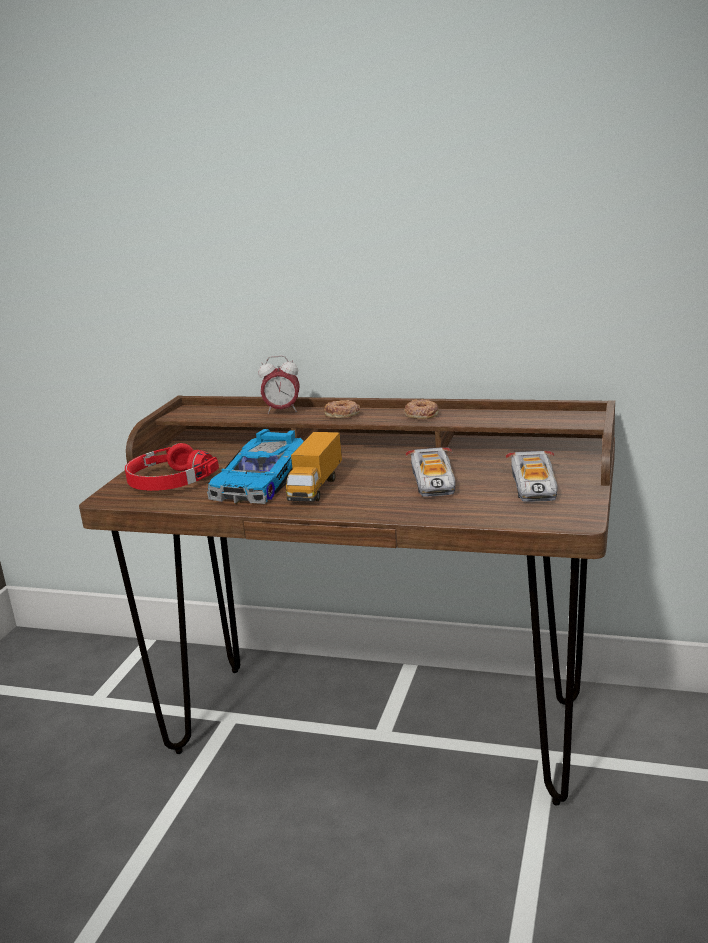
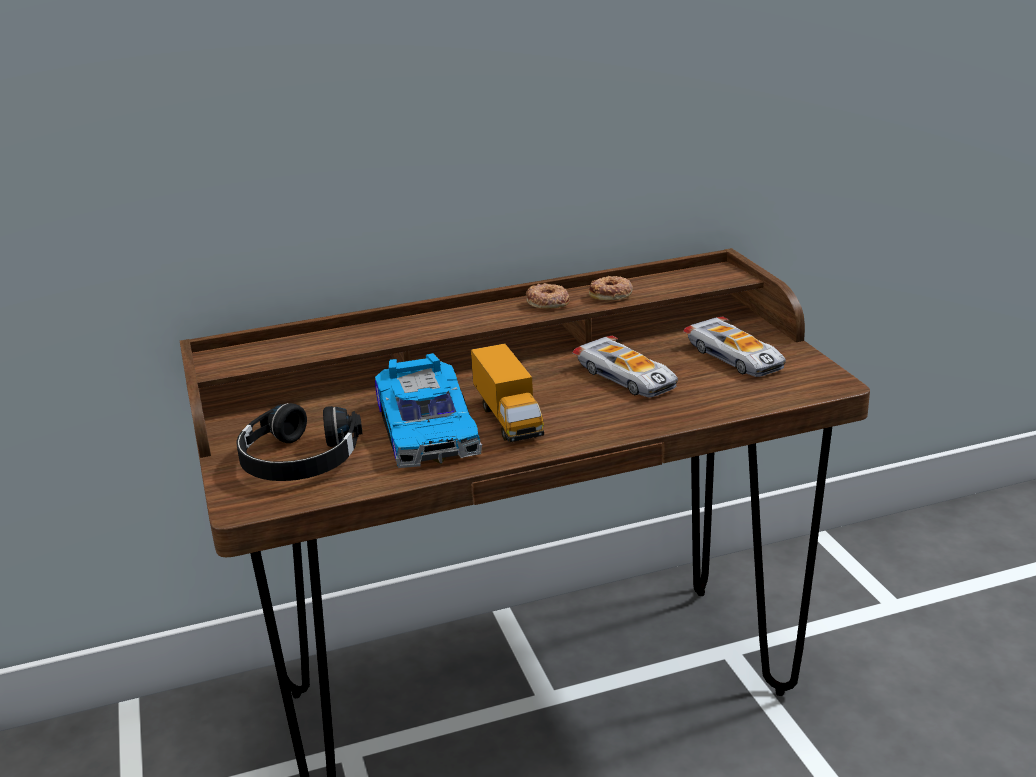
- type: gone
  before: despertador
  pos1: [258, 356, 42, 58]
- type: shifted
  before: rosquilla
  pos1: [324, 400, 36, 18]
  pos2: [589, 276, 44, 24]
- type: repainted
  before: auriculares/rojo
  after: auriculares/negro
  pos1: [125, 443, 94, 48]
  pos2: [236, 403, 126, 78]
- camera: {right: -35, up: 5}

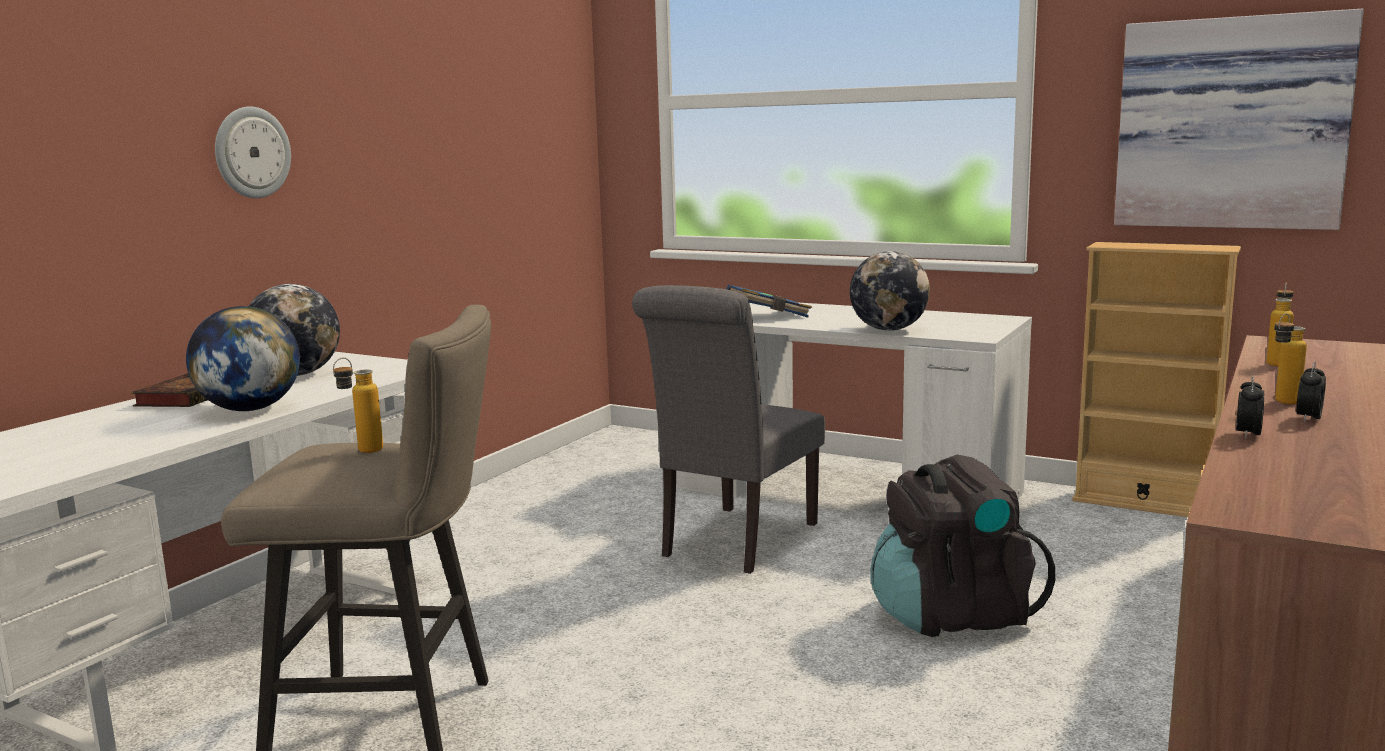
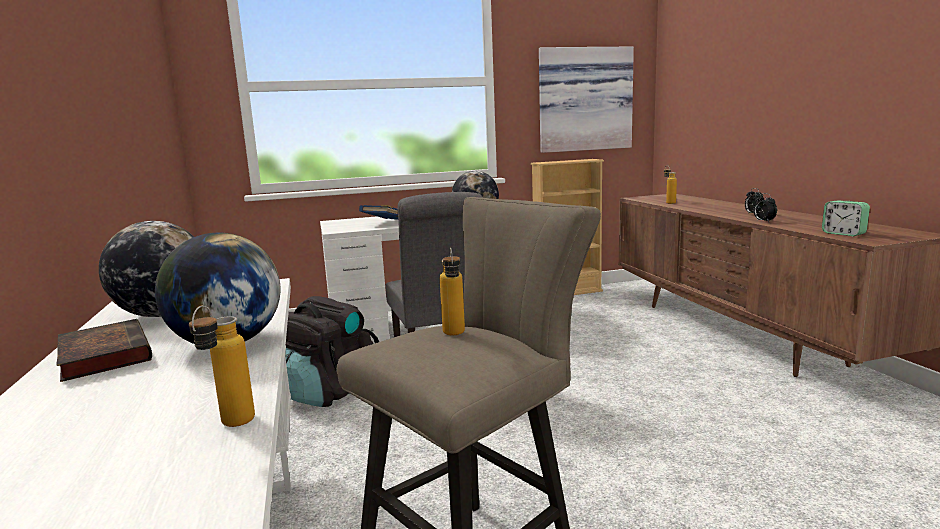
- type: gone
  before: reloj de pared
  pos1: [215, 106, 76, 92]
- type: shifted
  before: botella
  pos1: [1274, 313, 33, 91]
  pos2: [189, 305, 66, 122]
- type: shifted
  before: mochila/negro
  pos1: [871, 454, 184, 183]
  pos2: [285, 296, 94, 111]
- type: new
  after: despertador
  pos2: [822, 200, 48, 36]
- camera: {right: -45, up: 0}

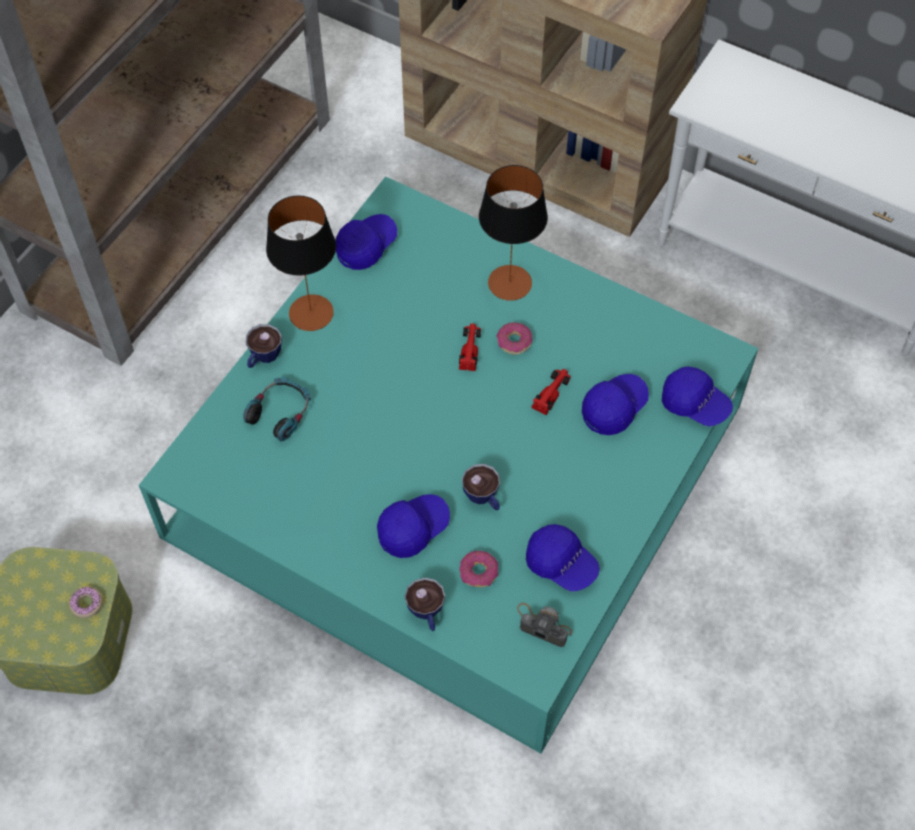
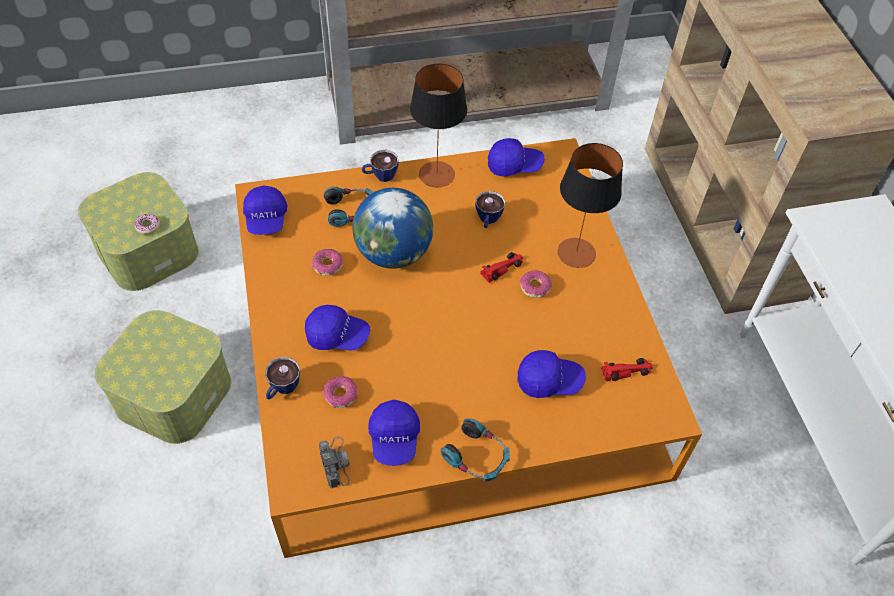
- type: repainted
  before: mesa de centro/turquesa
  after: mesa de centro/naranja
  pos1: [139, 176, 619, 578]
  pos2: [235, 138, 467, 420]
- type: shifted
  before: gorra/azul
  pos1: [662, 366, 71, 60]
  pos2: [243, 185, 44, 50]
- type: shifted
  before: coche de juguete/rojo
  pos1: [531, 369, 40, 46]
  pos2: [601, 358, 52, 23]
- type: shifted
  before: taza
  pos1: [462, 464, 38, 46]
  pos2: [475, 191, 30, 37]
- type: new
  after: globo terráqueo
  pos2: [352, 188, 81, 81]
- type: new
  after: rosquilla
  pos2: [312, 249, 31, 27]
- type: new
  after: caja de almacenaje
  pos2: [95, 310, 136, 134]
- type: new
  after: auriculares
  pos2: [441, 418, 69, 64]
- camera: {right: 45, up: -5}

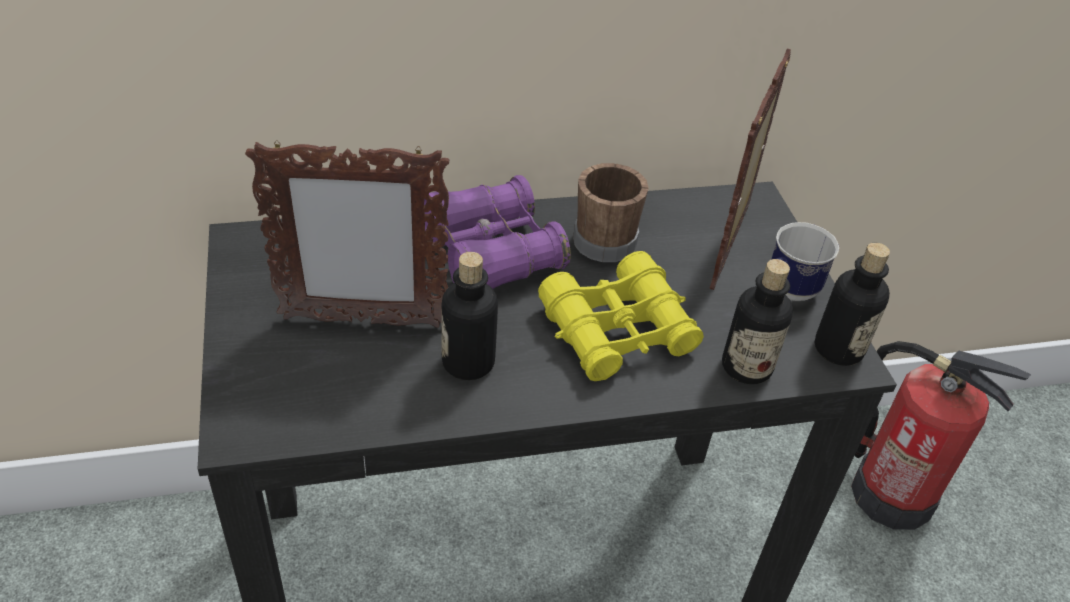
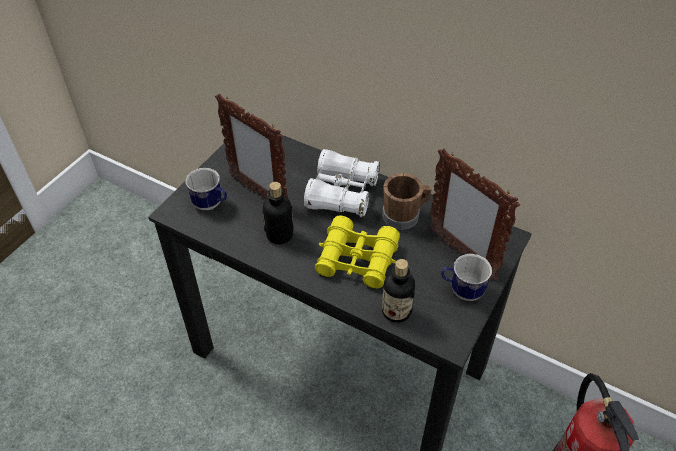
- type: rotated
  before: portarretratos
  pos1: [710, 49, 81, 241]
  pos2: [429, 148, 91, 132]
  turn: -105
- type: repainted
  before: prismáticos/morado
  after: prismáticos/blanco
  pos1: [424, 175, 147, 114]
  pos2: [304, 149, 76, 68]
- type: gone
  before: botella
  pos1: [815, 243, 75, 123]
- type: new
  after: taza grande
  pos2: [186, 168, 41, 42]
- camera: {right: 45, up: 5}

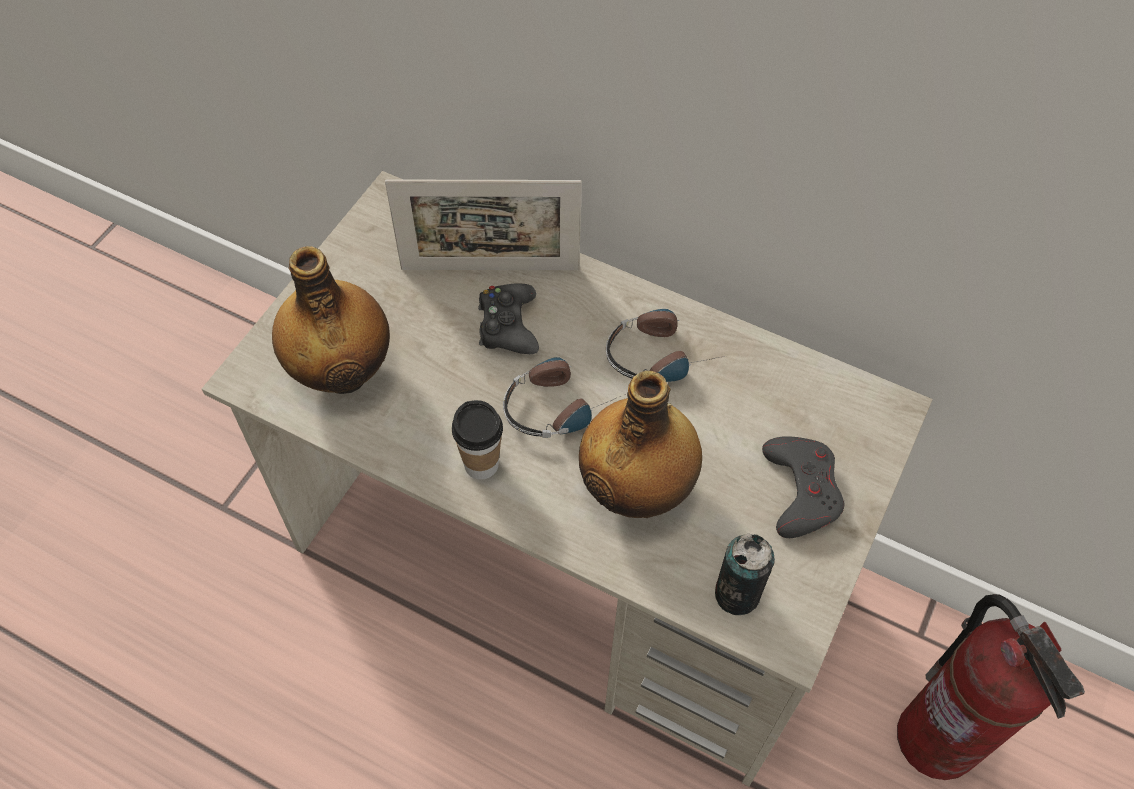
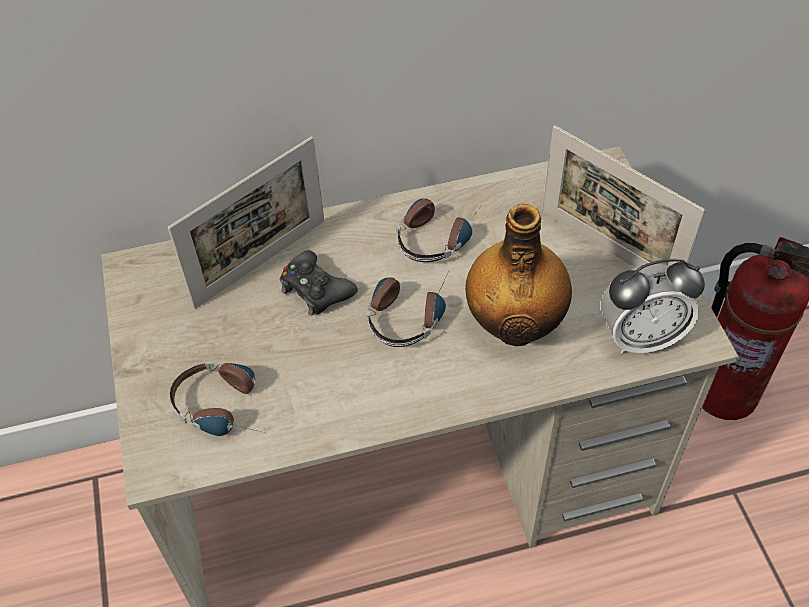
- type: swapped
  before: botella
  after: auriculares
  pos1: [272, 246, 118, 148]
  pos2: [170, 361, 94, 75]
- type: gone
  before: taza
  pos1: [452, 400, 51, 80]
- type: swapped
  before: mando de consola/gris
  after: portarretratos
  pos1: [762, 436, 83, 102]
  pos2: [542, 125, 164, 143]
- type: swapped
  before: lata
  after: despertador
  pos1: [715, 534, 60, 81]
  pos2: [601, 259, 104, 95]
- camera: {right: -40, up: -5}

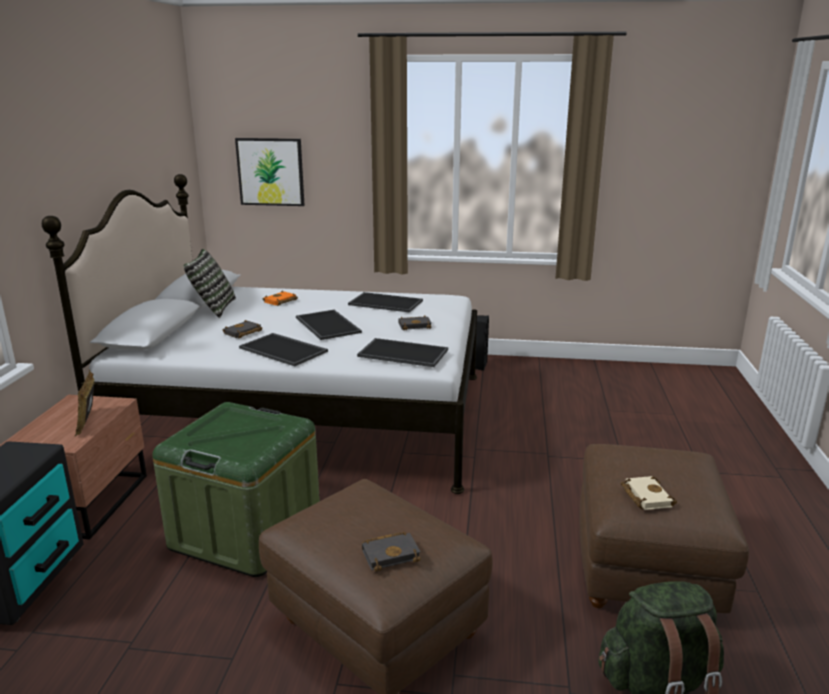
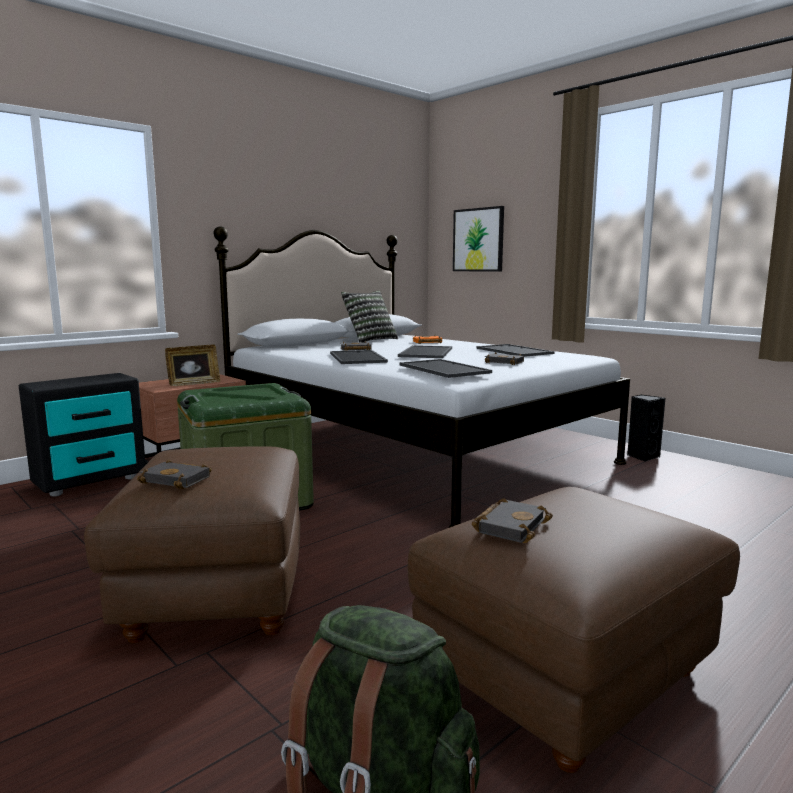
- type: rotated
  before: portarretratos
  pos1: [74, 369, 20, 68]
  pos2: [165, 345, 56, 41]
  turn: -150
- type: repainted
  before: libro/beis
  after: libro/negro
  pos1: [621, 476, 56, 34]
  pos2: [472, 498, 81, 45]
- camera: {right: 40, up: -10}

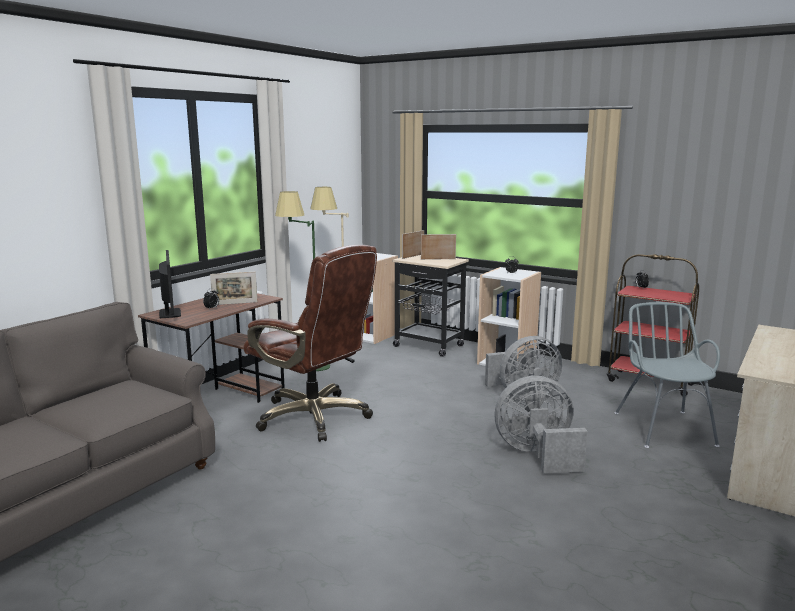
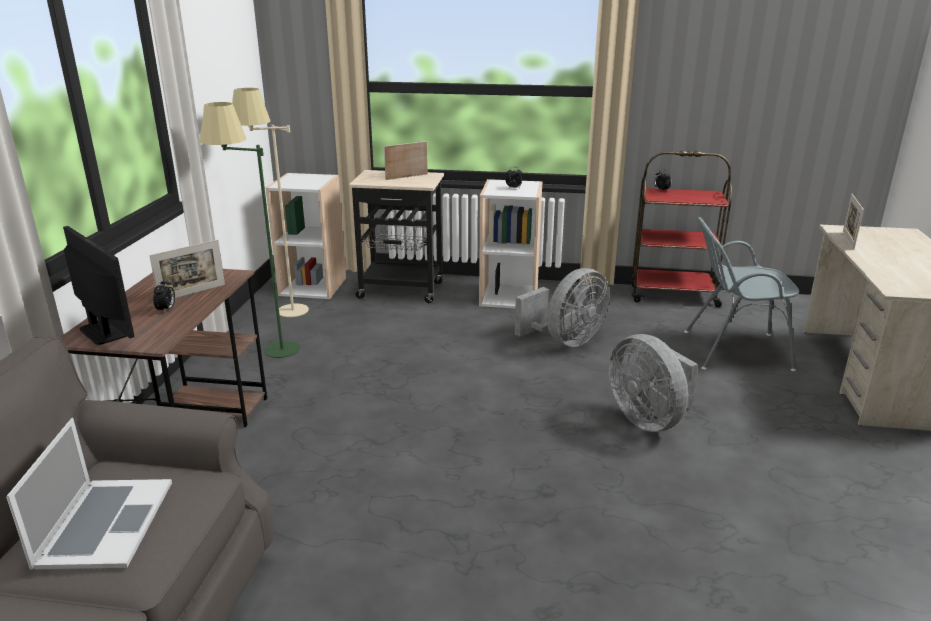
- type: shifted
  before: portarretratos
  pos1: [402, 230, 22, 29]
  pos2: [843, 194, 21, 55]
- type: gone
  before: silla de oficina/marrón
  pos1: [244, 245, 133, 197]
- type: rotated
  before: silla/gris
  pos1: [615, 302, 105, 146]
  pos2: [684, 217, 115, 154]
  turn: -60
- type: rotated
  before: ventilador/gris
  pos1: [494, 376, 94, 97]
  pos2: [609, 334, 89, 98]
  turn: -90
- type: new
  after: portátil
  pos2: [6, 418, 166, 151]
- camera: {right: -25, up: 10}

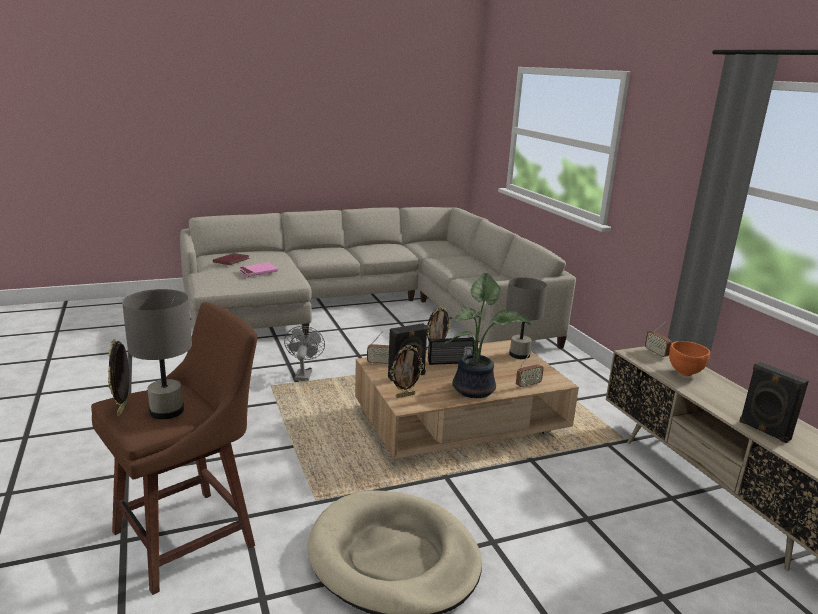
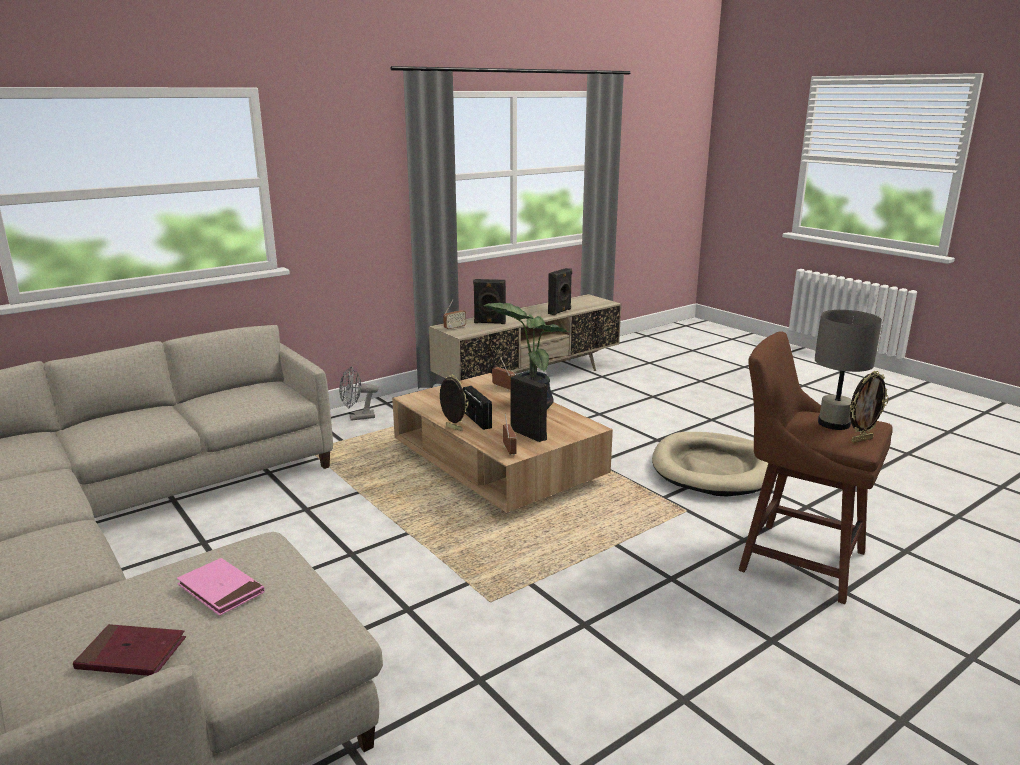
- type: gone
  before: lámpara de mesa/gris
  pos1: [506, 277, 41, 82]
- type: shifted
  before: ventilador/gris
  pos1: [284, 326, 41, 55]
  pos2: [339, 366, 39, 55]
- type: swapped
  before: cuenco/naranja
  after: altavoz/negro
  pos1: [669, 341, 41, 35]
  pos2: [473, 279, 33, 45]
- type: gone
  before: portarretratos
  pos1: [390, 345, 34, 53]
- camera: {right: -105, up: 0}

